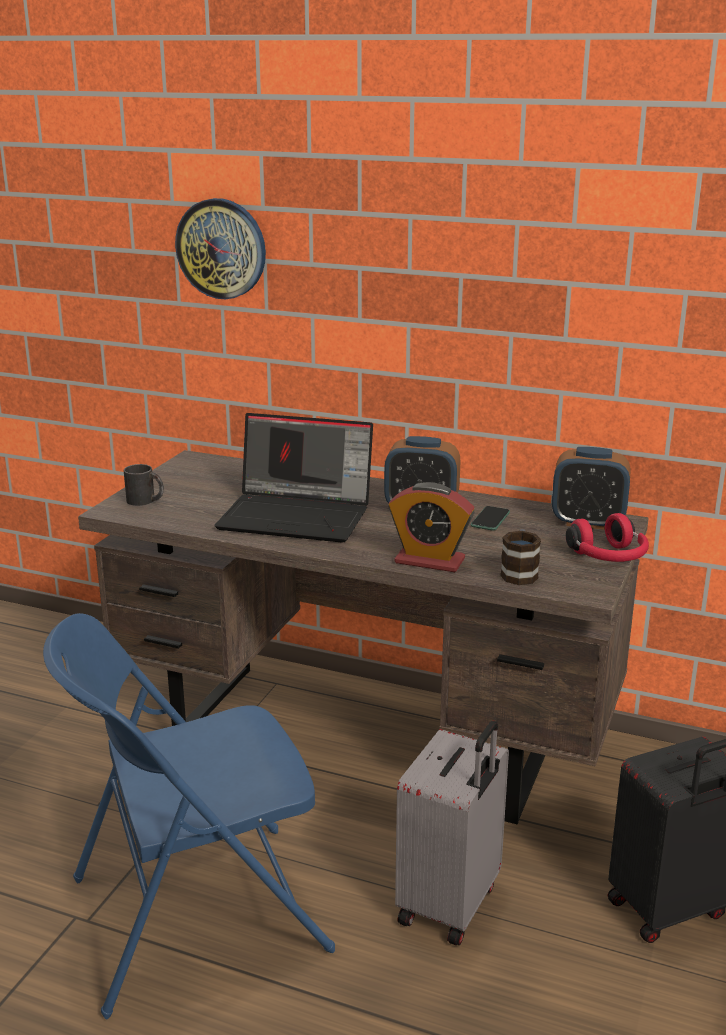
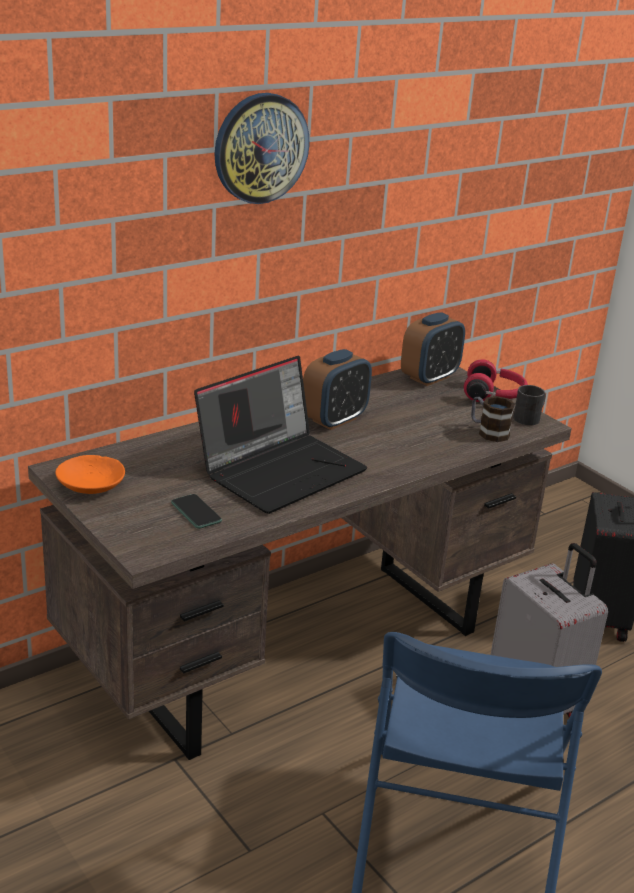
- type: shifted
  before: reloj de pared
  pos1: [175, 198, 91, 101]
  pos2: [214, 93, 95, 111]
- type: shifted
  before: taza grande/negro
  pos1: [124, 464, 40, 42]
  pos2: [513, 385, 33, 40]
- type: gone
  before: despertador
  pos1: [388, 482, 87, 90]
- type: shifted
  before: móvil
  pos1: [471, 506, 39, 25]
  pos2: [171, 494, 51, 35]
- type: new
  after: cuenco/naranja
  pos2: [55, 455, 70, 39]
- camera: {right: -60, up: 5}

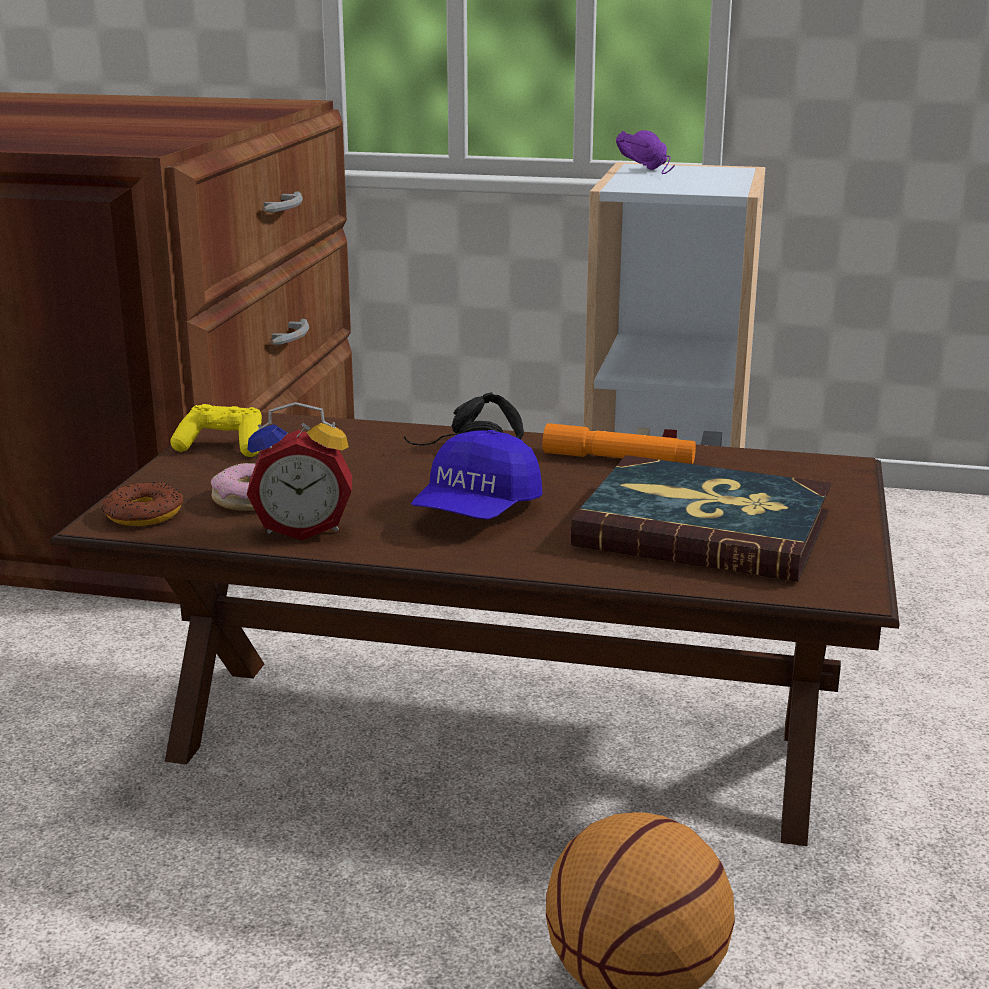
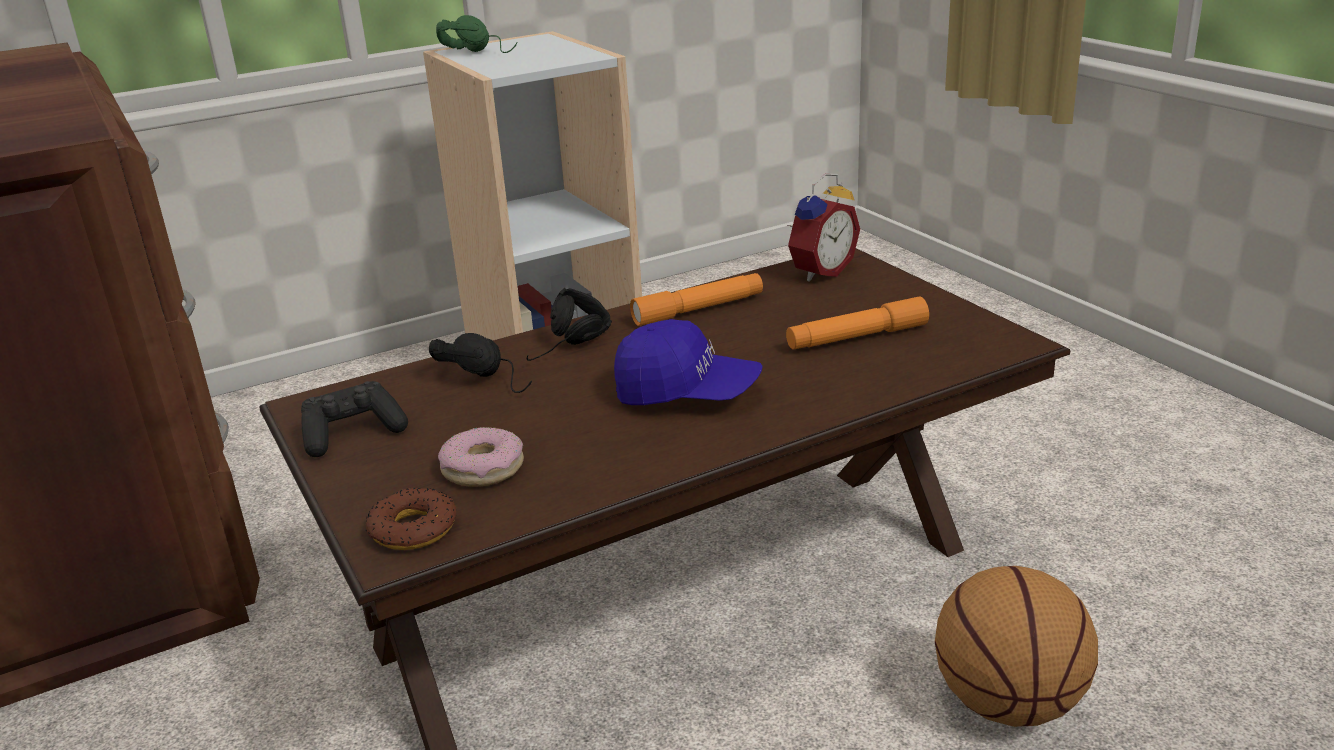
- type: repainted
  before: auriculares/morado
  after: auriculares/verde
  pos1: [616, 130, 59, 44]
  pos2: [436, 15, 82, 38]
- type: shifted
  before: despertador
  pos1: [247, 402, 105, 138]
  pos2: [788, 173, 72, 108]
- type: repainted
  before: mando de consola/amarillo
  after: mando de consola/negro
  pos1: [171, 404, 91, 53]
  pos2: [301, 381, 107, 76]
- type: rotated
  before: gorra/azul
  pos1: [411, 430, 131, 90]
  pos2: [614, 319, 149, 86]
  turn: -60
- type: swapped
  before: libro
  after: linterna/naranja
  pos1: [571, 455, 260, 127]
  pos2: [786, 296, 143, 54]
- type: new
  after: auriculares/negro
  pos2: [429, 333, 103, 60]
- camera: {right: -40, up: 5}

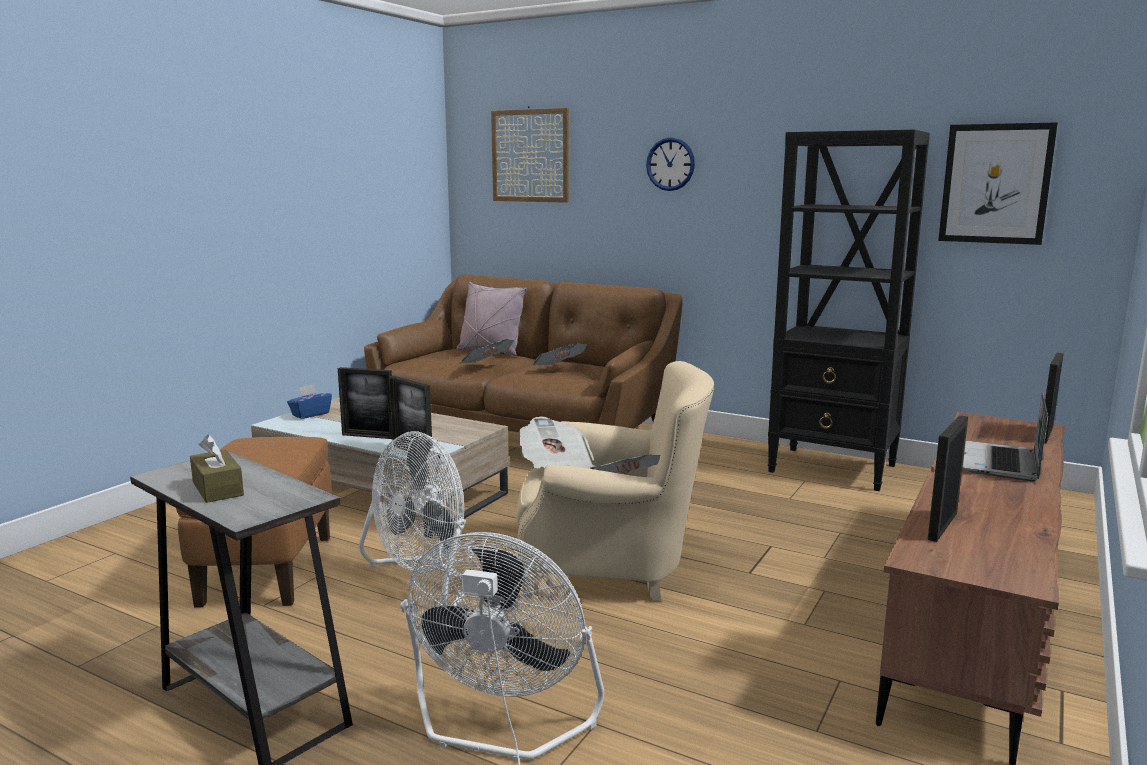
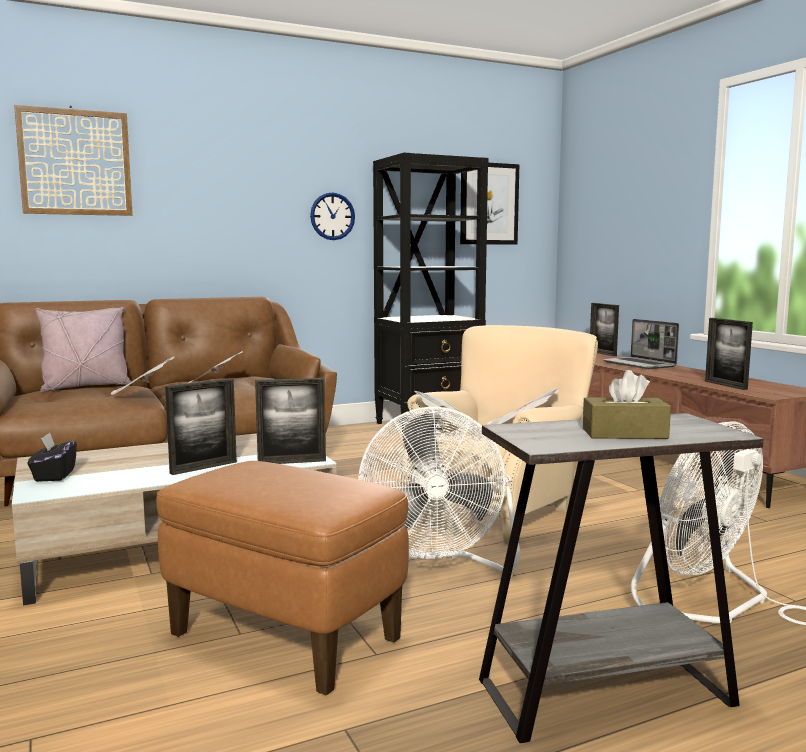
- type: shifted
  before: reloj de pared
  pos1: [646, 137, 49, 54]
  pos2: [310, 192, 45, 48]
- type: repainted
  before: caja de pañuelos/azul
  after: caja de pañuelos/negro
  pos1: [287, 384, 45, 35]
  pos2: [27, 432, 50, 50]
- camera: {right: -55, up: -5}

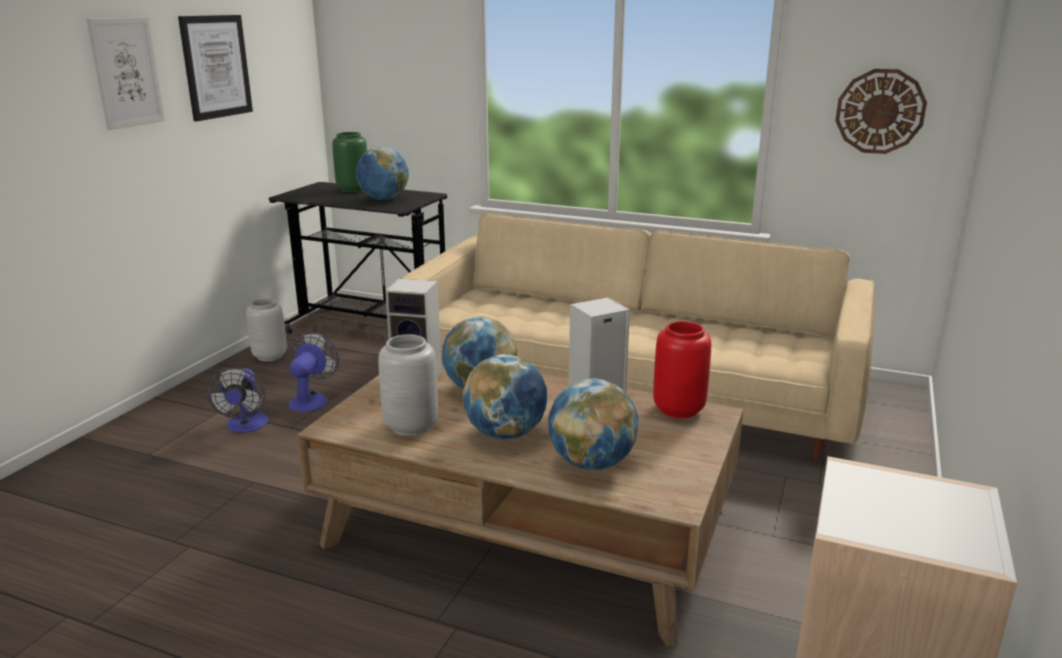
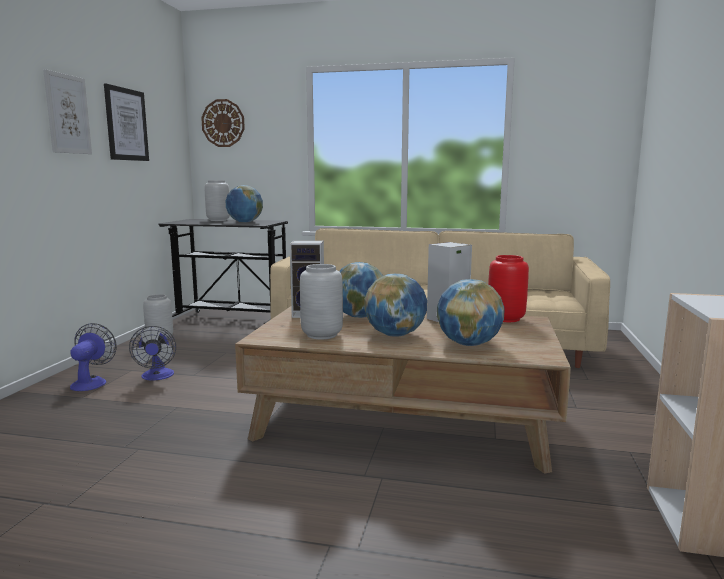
- type: shifted
  before: reloj de pared
  pos1: [835, 69, 92, 85]
  pos2: [201, 99, 44, 48]
- type: repainted
  before: florero/verde
  after: florero/gris
  pos1: [332, 132, 35, 60]
  pos2: [205, 180, 25, 41]
- type: shifted
  before: ventilador
  pos1: [289, 332, 50, 80]
  pos2: [70, 323, 47, 68]
- camera: {right: -10, up: -10}

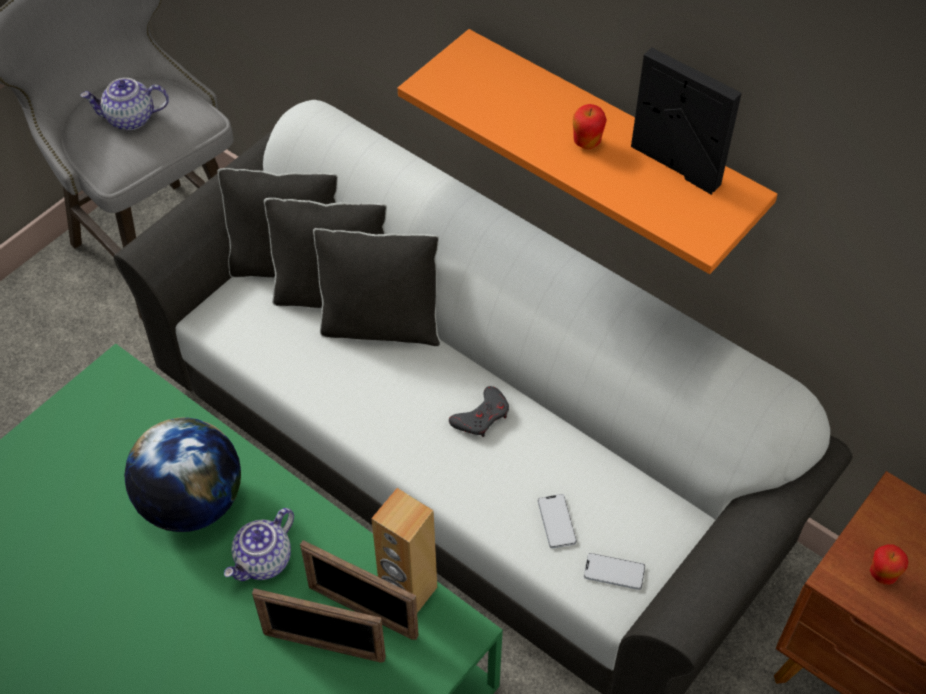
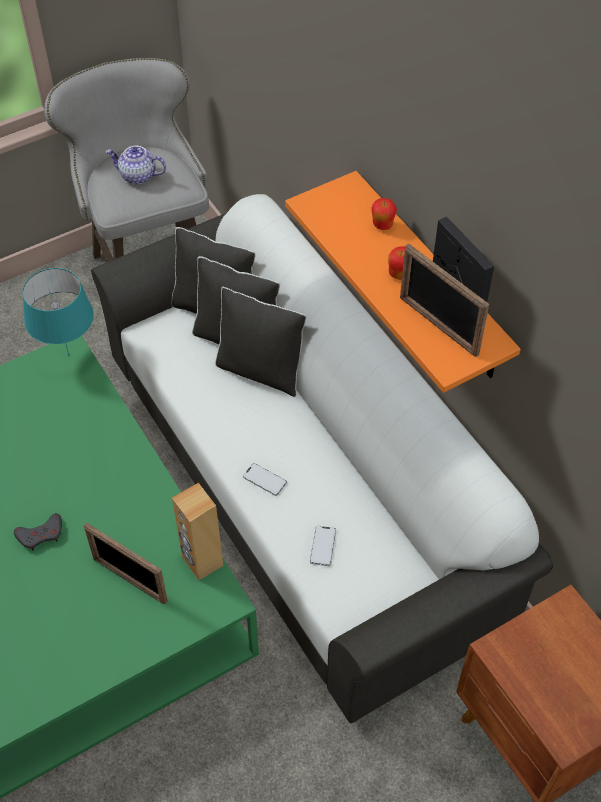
- type: shifted
  before: mando de consola/gris
  pos1: [449, 386, 60, 51]
  pos2: [14, 513, 48, 38]
- type: gone
  before: globo terráqueo
  pos1: [124, 417, 117, 115]
- type: gone
  before: tetera
  pos1: [224, 508, 70, 73]
- type: shifted
  before: portarretratos
  pos1: [300, 540, 119, 100]
  pos2: [400, 243, 89, 114]
- type: shifted
  before: manzana
  pos1: [870, 544, 38, 41]
  pos2: [372, 198, 25, 32]
- type: shifted
  before: móvil
  pos1: [584, 553, 61, 37]
  pos2: [243, 463, 44, 33]
- type: new
  after: lámpara de mesa/turquesa
  pos2: [22, 268, 72, 89]
- camera: {right: 20, up: 0}

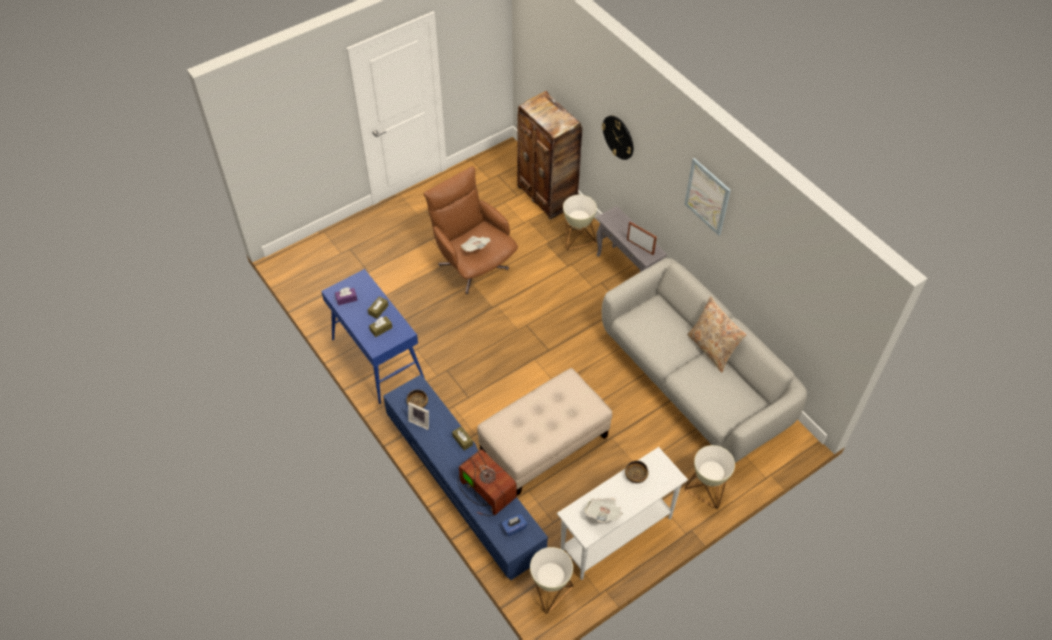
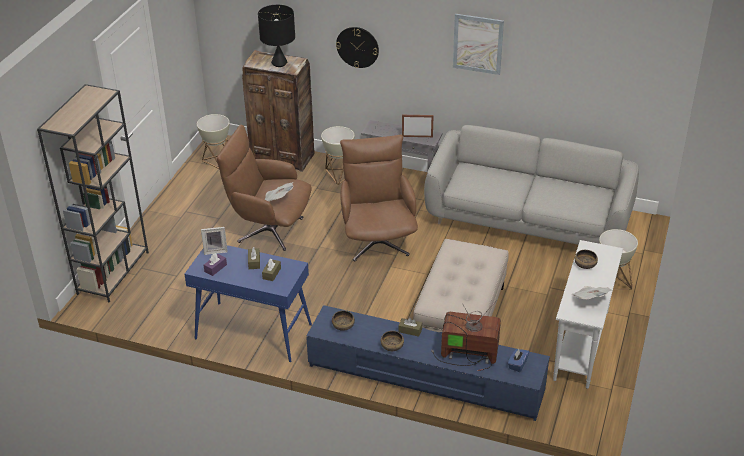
- type: gone
  before: cojín/beis
  pos1: [687, 296, 60, 77]
- type: shifted
  before: portarretratos
  pos1: [408, 402, 21, 28]
  pos2: [201, 227, 27, 28]
- type: shifted
  before: maceta
  pos1: [530, 547, 43, 67]
  pos2: [197, 114, 33, 55]
- type: new
  after: lámpara de mesa/negro
  pos2: [258, 5, 37, 62]
- type: new
  after: estantería
  pos2: [37, 84, 112, 218]
- type: new
  after: sillón/marrón
  pos2: [340, 135, 78, 126]
- type: new
  after: cuenco
  pos2: [381, 331, 23, 20]
- camera: {right: -35, up: -15}

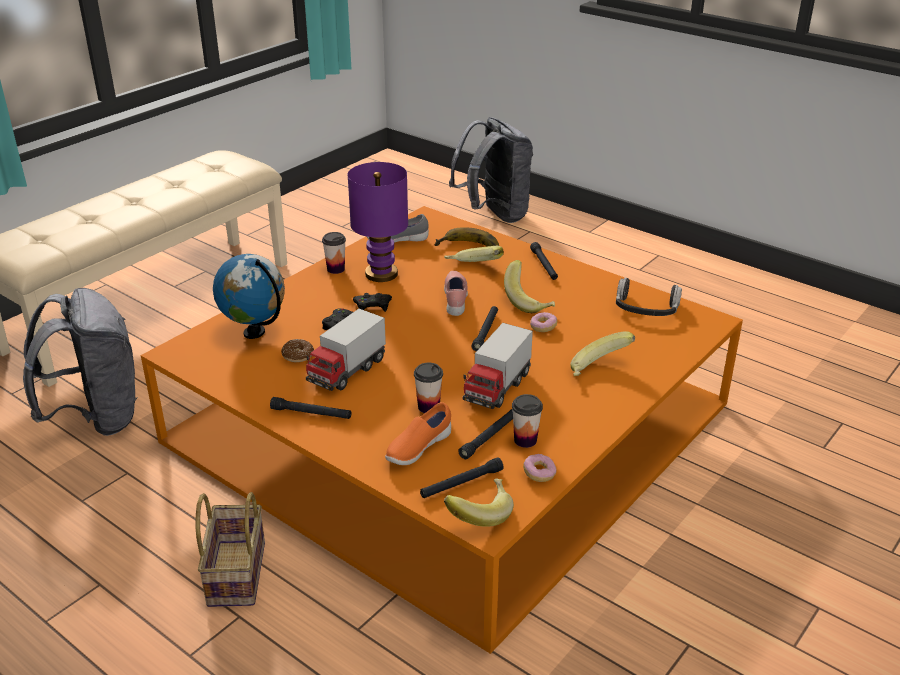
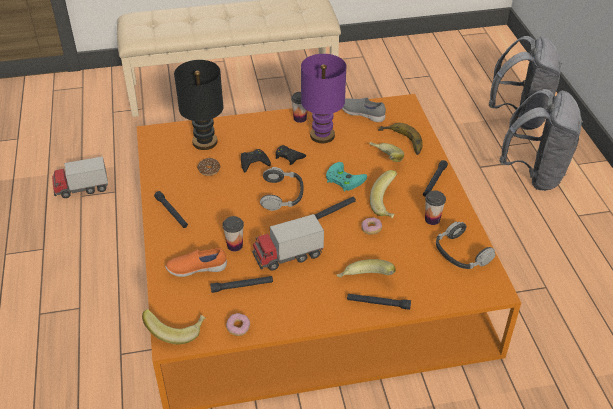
- type: swapped
  before: globo terráqueo
  after: lámpara de mesa/negro
  pos1: [213, 254, 72, 85]
  pos2: [174, 60, 50, 90]
- type: swapped
  before: zapato/rosa
  after: mando de consola/turquesa
  pos1: [444, 271, 24, 45]
  pos2: [326, 162, 41, 29]
- type: shifted
  before: mochila/gris
  pos1: [23, 288, 115, 148]
  pos2: [500, 89, 83, 102]
- type: shifted
  before: camión de juguete
  pos1: [306, 309, 80, 82]
  pos2: [52, 156, 56, 42]
- type: shifted
  before: taza
  pos1: [512, 394, 31, 54]
  pos2: [425, 191, 21, 34]
- type: shifted
  before: linterna/negro
  pos1: [420, 457, 83, 41]
  pos2: [347, 294, 64, 16]
- type: gone
  before: cesta
  pos1: [195, 492, 70, 115]
- type: new
  after: auriculares
  pos2: [260, 167, 43, 44]
- camera: {right: 40, up: 10}

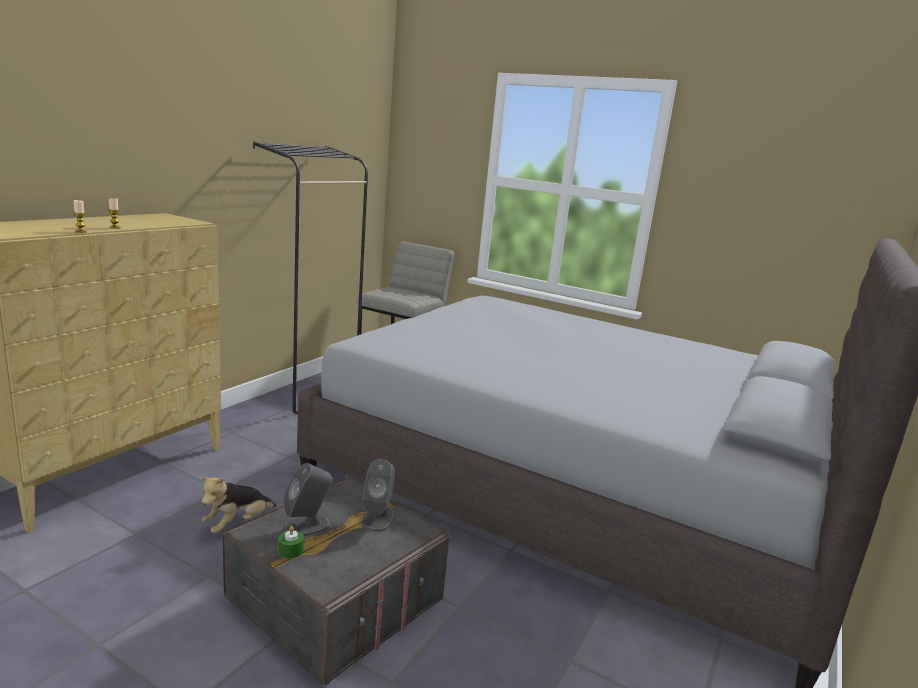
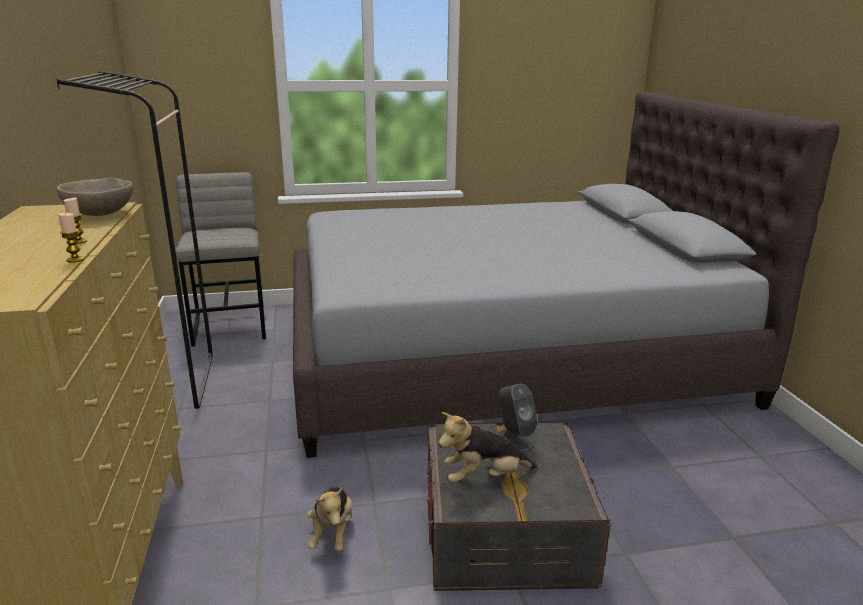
- type: swapped
  before: altavoz/gris
  after: peluche
  pos1: [284, 463, 49, 73]
  pos2: [438, 412, 99, 71]
- type: gone
  before: vela/verde
  pos1: [279, 526, 25, 33]
- type: new
  after: cuenco/beis
  pos2: [57, 178, 76, 38]
- camera: {right: -40, up: 5}

